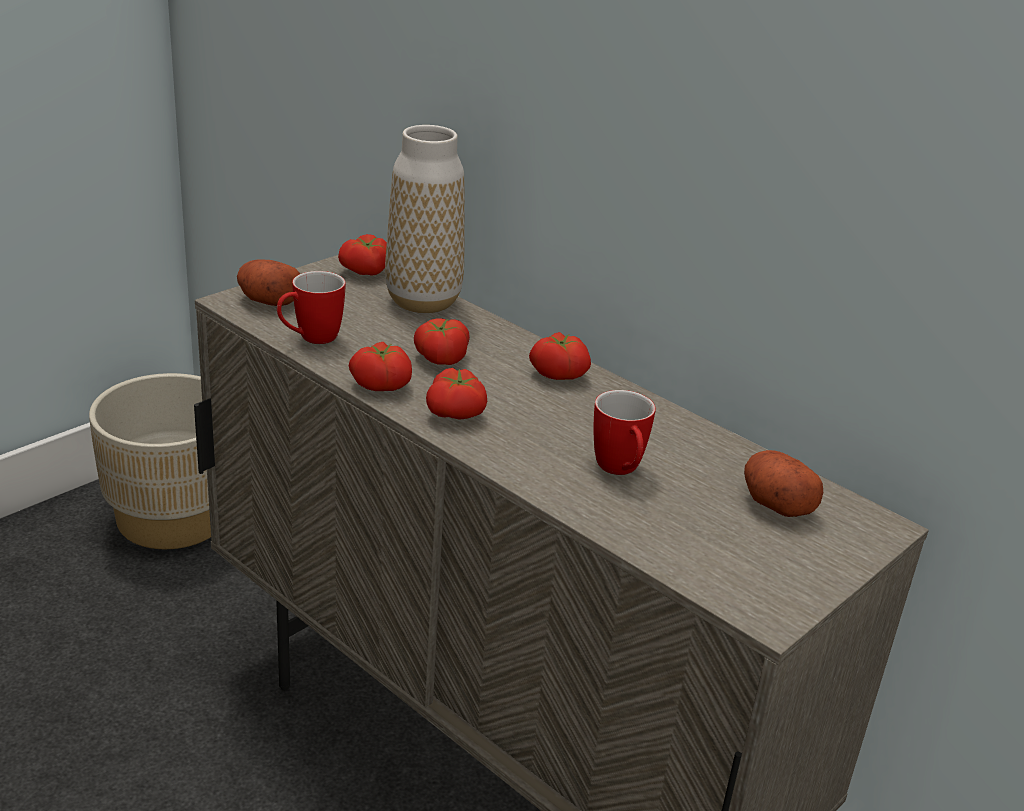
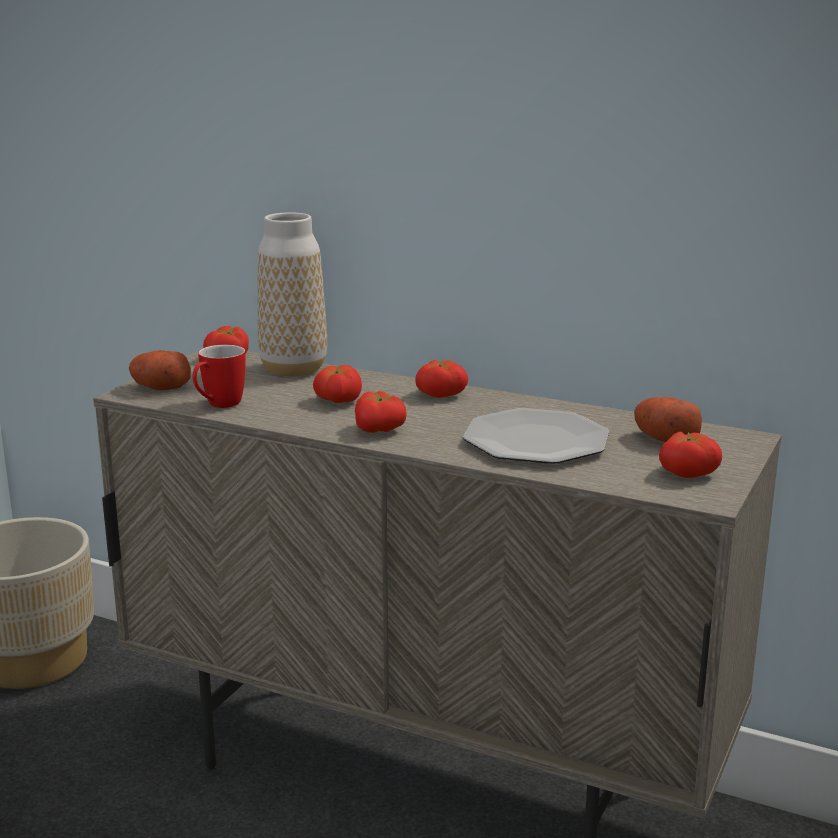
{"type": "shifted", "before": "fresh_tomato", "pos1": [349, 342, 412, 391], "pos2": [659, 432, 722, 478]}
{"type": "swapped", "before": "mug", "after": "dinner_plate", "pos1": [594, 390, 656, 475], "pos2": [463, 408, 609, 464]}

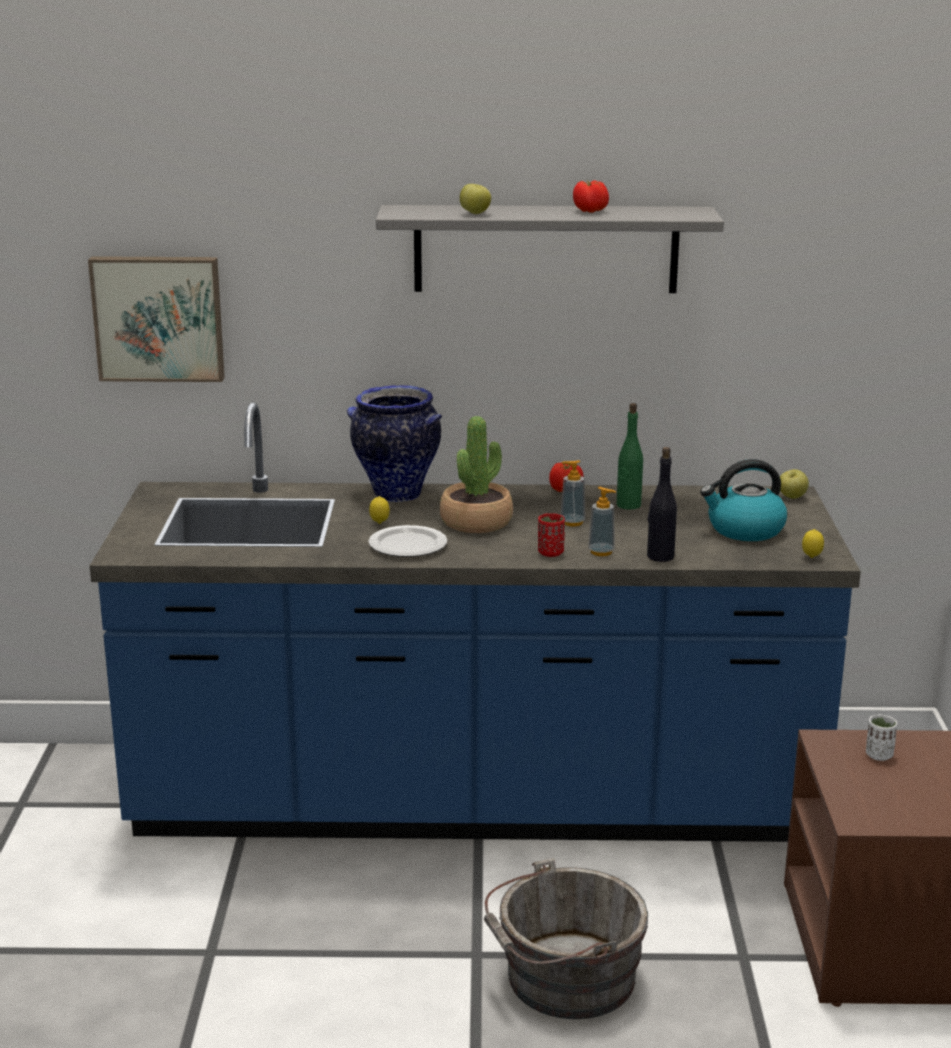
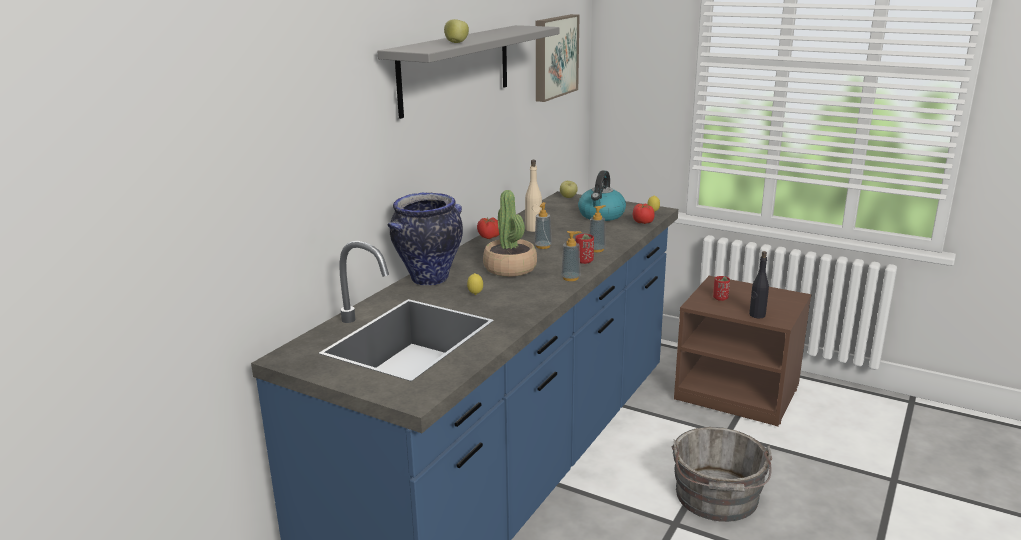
{"type": "shifted", "before": "picture", "pos1": [88, 256, 225, 382], "pos2": [536, 14, 580, 102]}
{"type": "gone", "before": "dinner_plate", "pos1": [368, 525, 447, 557]}
{"type": "shifted", "before": "fresh_tomato", "pos1": [573, 180, 609, 213], "pos2": [633, 204, 655, 224]}
{"type": "repainted", "before": "green-coloured_beverage_bottle", "after": "sand-coloured_beverage_bottle", "pos1": [617, 403, 643, 510], "pos2": [525, 160, 542, 232]}
{"type": "shifted", "before": "blackish_beverage_bottle", "pos1": [647, 447, 677, 562], "pos2": [749, 251, 769, 318]}
{"type": "repainted", "before": "white-coloured_small_cup", "after": "reddish_small_cup", "pos1": [866, 715, 897, 761], "pos2": [713, 276, 730, 301]}
{"type": "new", "after": "liquid_soap_bottle", "pos2": [561, 231, 581, 281]}

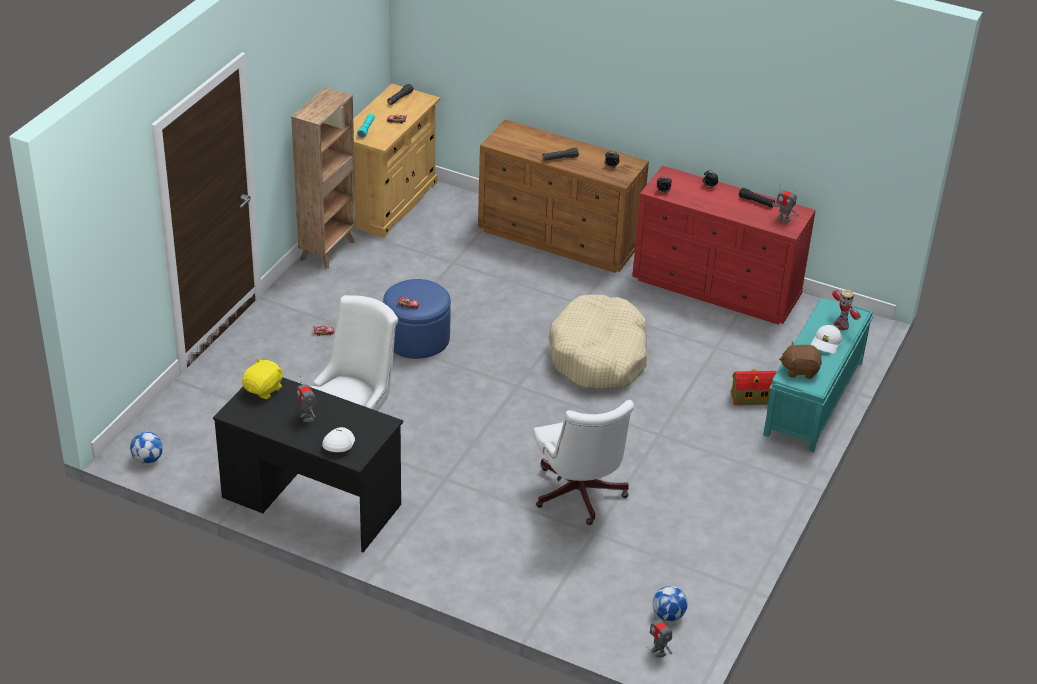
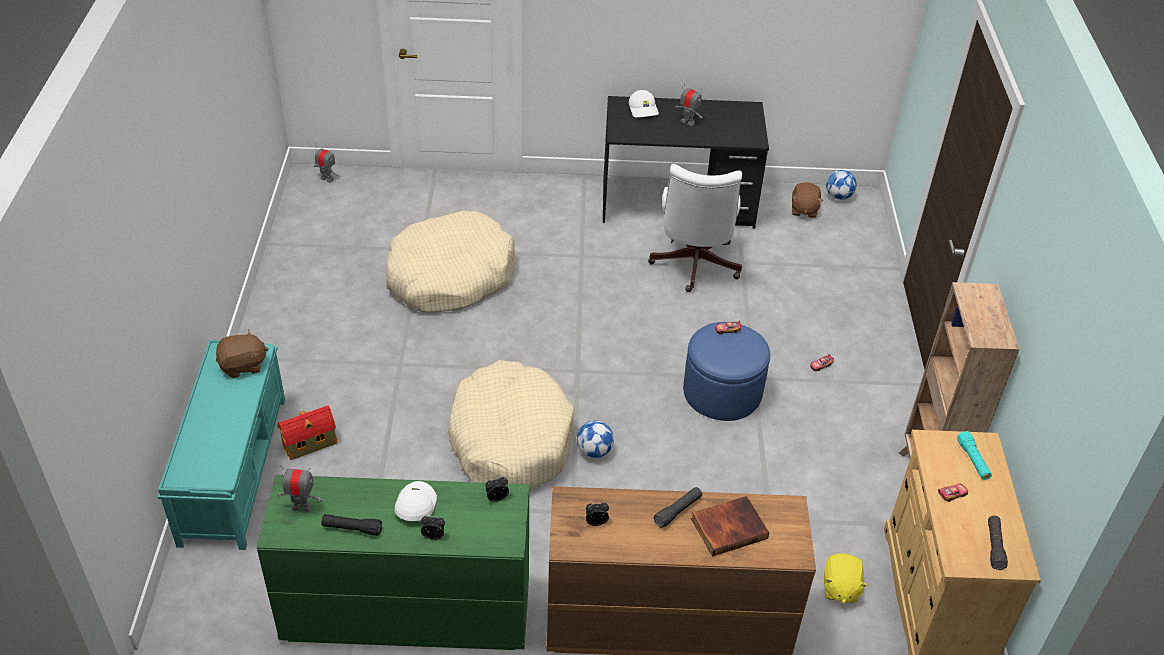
{"type": "shifted", "before": "yellow-coloured_cuddly_toy", "pos1": [242, 358, 283, 399], "pos2": [824, 553, 868, 604]}
{"type": "swapped", "before": "white-coloured_desk_chair", "after": "sand-coloured_dog_bed", "pos1": [533, 400, 634, 525], "pos2": [386, 211, 516, 313]}
{"type": "repainted", "before": "reddish_chest_of_drawers", "after": "green-coloured_chest_of_drawers", "pos1": [632, 165, 816, 324], "pos2": [257, 475, 529, 650]}
{"type": "shifted", "before": "football_ball", "pos1": [653, 586, 688, 621], "pos2": [577, 420, 614, 458]}
{"type": "shifted", "before": "white-coloured_peaked_cap", "pos1": [811, 325, 842, 353], "pos2": [394, 481, 437, 521]}
{"type": "gone", "before": "toy_robot", "pos1": [832, 290, 860, 330]}
{"type": "new", "after": "book", "pos2": [691, 496, 769, 557]}
{"type": "new", "after": "brown_cuddly_toy", "pos2": [792, 182, 823, 218]}

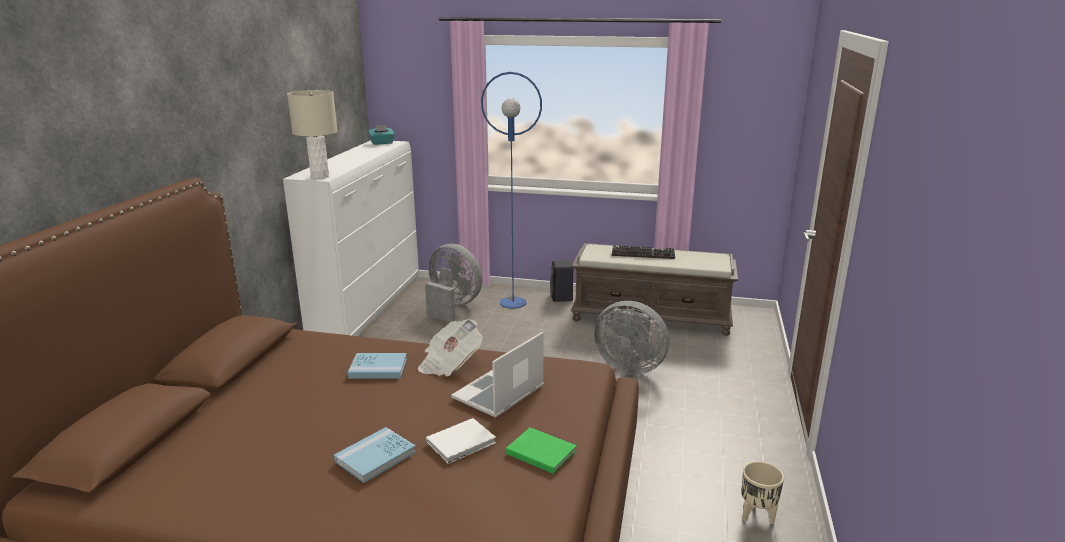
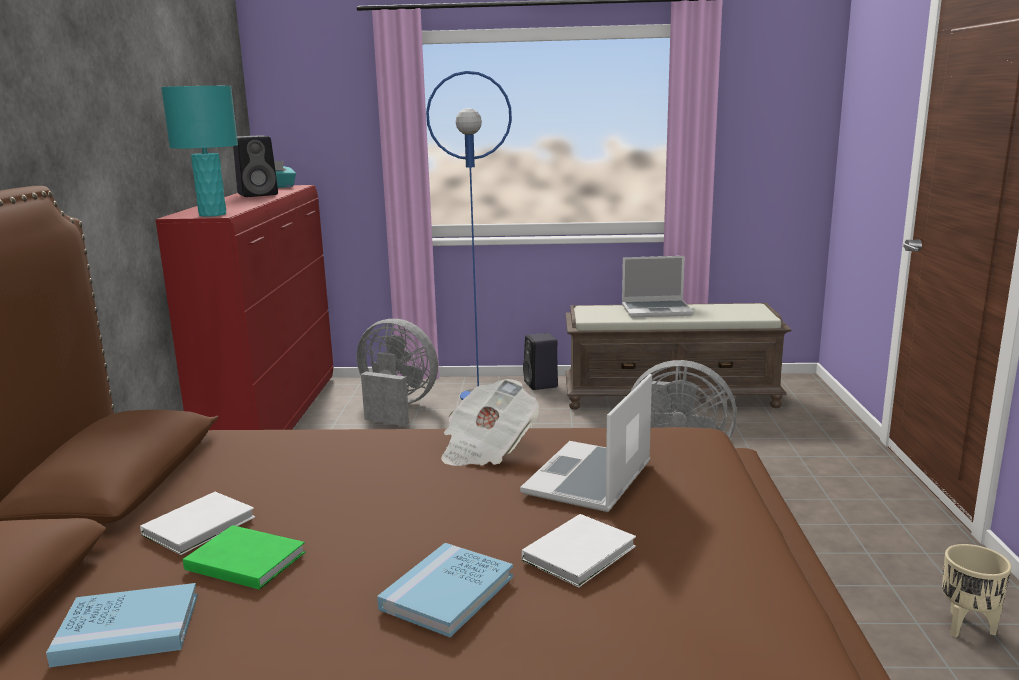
{"type": "repainted", "before": "white-coloured_chest_of_drawers", "after": "reddish_chest_of_drawers", "pos1": [283, 140, 419, 336], "pos2": [155, 185, 333, 430]}
{"type": "repainted", "before": "sand-coloured_lamp_for_a_table", "after": "turquoise_lamp_for_a_table", "pos1": [287, 90, 337, 179], "pos2": [161, 86, 238, 217]}
{"type": "shifted", "before": "blue_book", "pos1": [348, 353, 407, 379], "pos2": [46, 583, 198, 667]}
{"type": "shifted", "before": "green-coloured_book", "pos1": [506, 428, 577, 474], "pos2": [183, 525, 306, 590]}
{"type": "swapped", "before": "PC_keyboard", "after": "notebook_computer", "pos1": [612, 245, 675, 259], "pos2": [622, 256, 694, 318]}
{"type": "new", "after": "white-coloured_book", "pos2": [140, 492, 255, 555]}
{"type": "new", "after": "blackish_speaker", "pos2": [233, 135, 278, 197]}

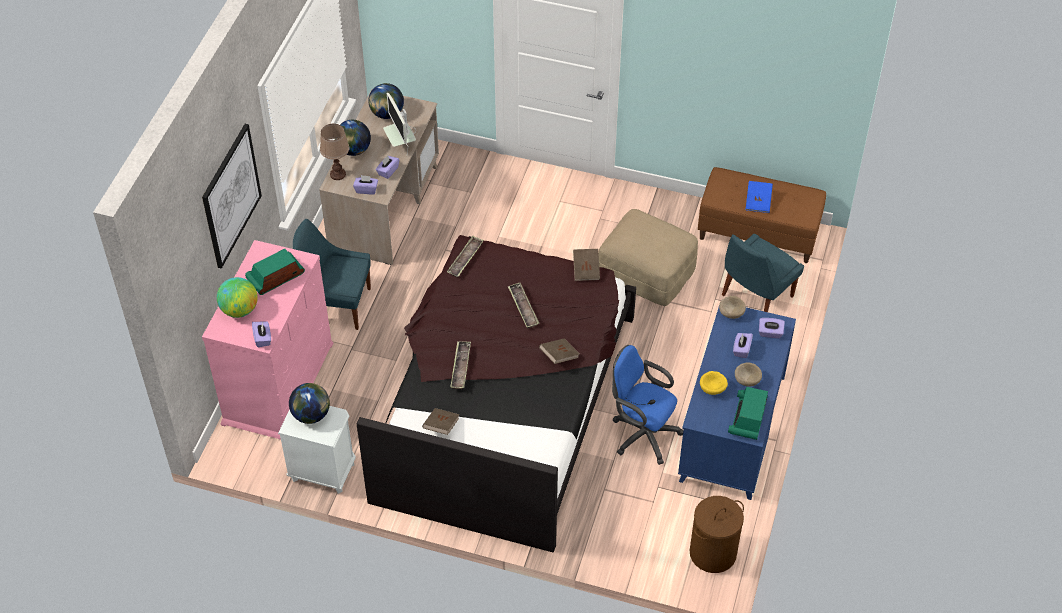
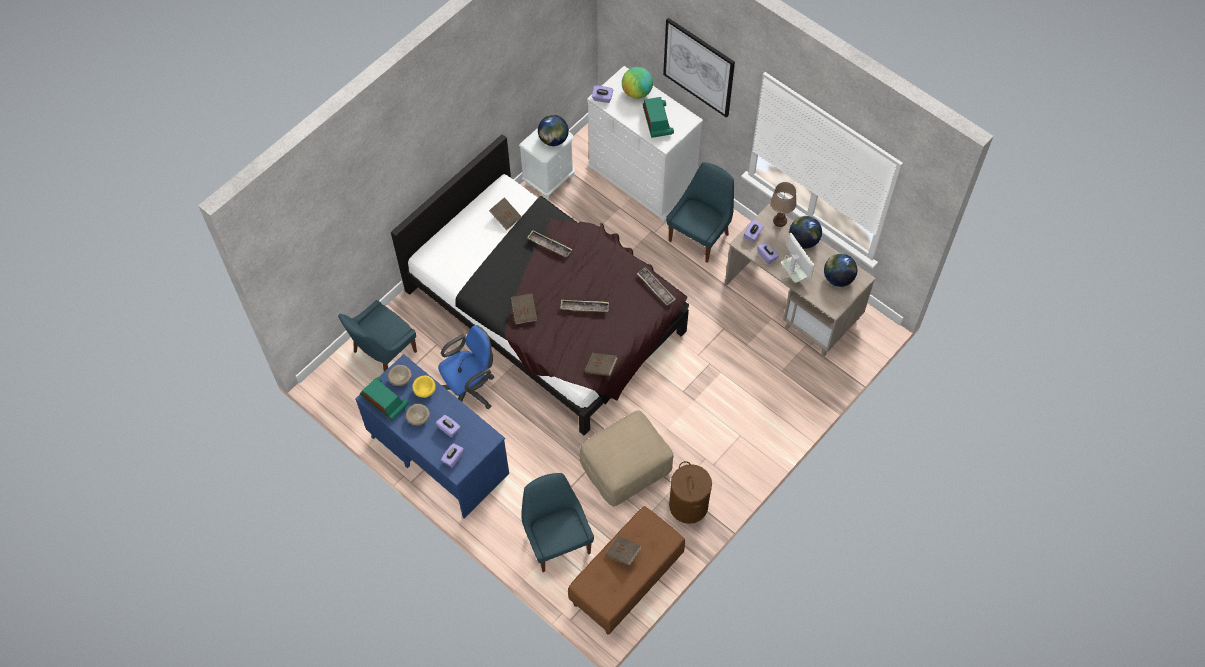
{"type": "repainted", "before": "pinkish_chest_of_drawers", "after": "white-coloured_chest_of_drawers", "pos1": [202, 240, 333, 439], "pos2": [587, 66, 703, 222]}
{"type": "rotated", "before": "monitor", "pos1": [383, 93, 416, 153], "pos2": [781, 233, 815, 283], "turn": 60}
{"type": "shifted", "before": "brown_hamper", "pos1": [690, 496, 744, 573], "pos2": [669, 461, 712, 524]}
{"type": "shifted", "before": "sand-coloured_bowl", "pos1": [719, 296, 746, 319], "pos2": [388, 365, 412, 386]}
{"type": "repainted", "before": "blue_book", "after": "brown_book", "pos1": [746, 181, 773, 213], "pos2": [605, 536, 642, 566]}
{"type": "new", "after": "blue_chair", "pos2": [338, 300, 417, 372]}

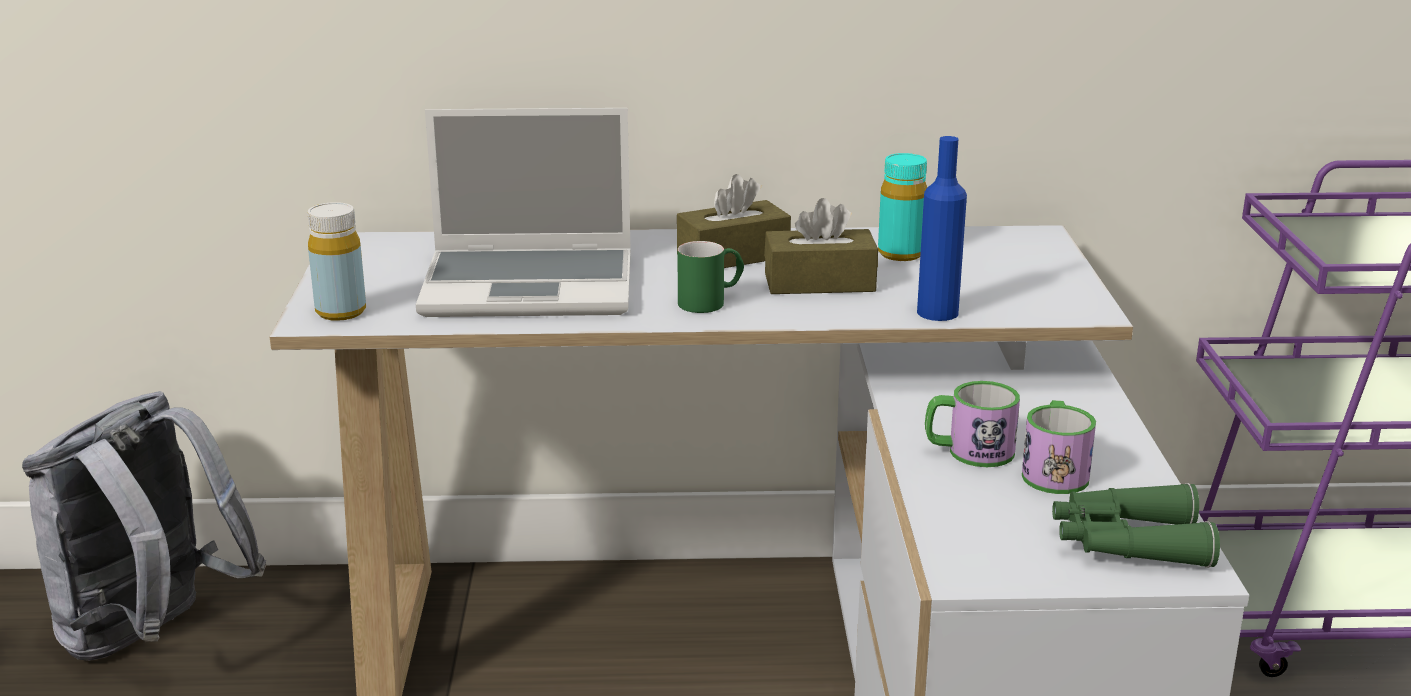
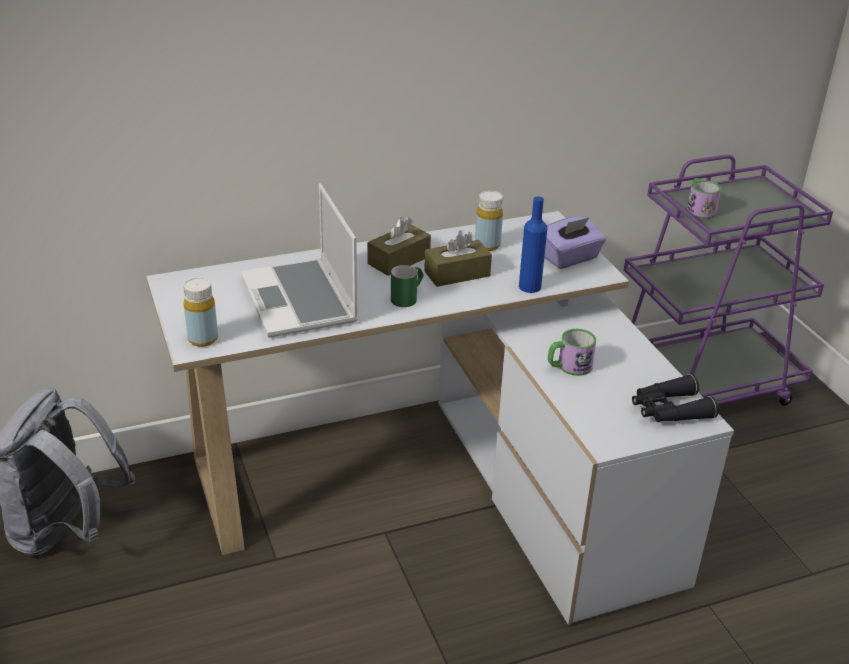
{"type": "rotated", "before": "notebook_computer", "pos1": [416, 108, 631, 317], "pos2": [240, 183, 358, 337], "turn": 90}
{"type": "repainted", "before": "turquoise_beverage_bottle", "after": "yellow-coloured_beverage_bottle", "pos1": [878, 153, 927, 261], "pos2": [475, 191, 503, 251]}
{"type": "shifted", "before": "mug", "pos1": [1022, 400, 1096, 494], "pos2": [687, 178, 721, 219]}
{"type": "repainted", "before": "green-coloured_field_glasses", "after": "blackish_field_glasses", "pos1": [1052, 483, 1220, 568], "pos2": [632, 374, 719, 422]}
{"type": "new", "after": "purple-coloured_tissue_box", "pos2": [544, 216, 606, 269]}

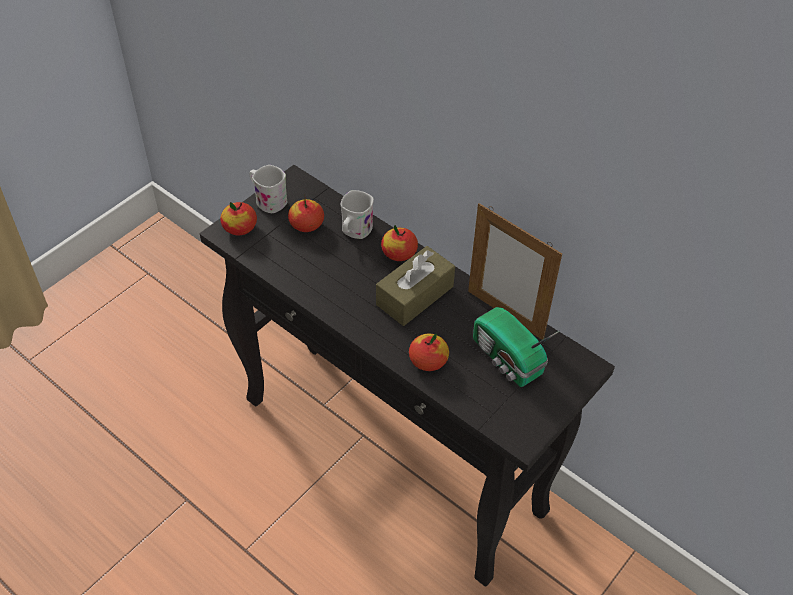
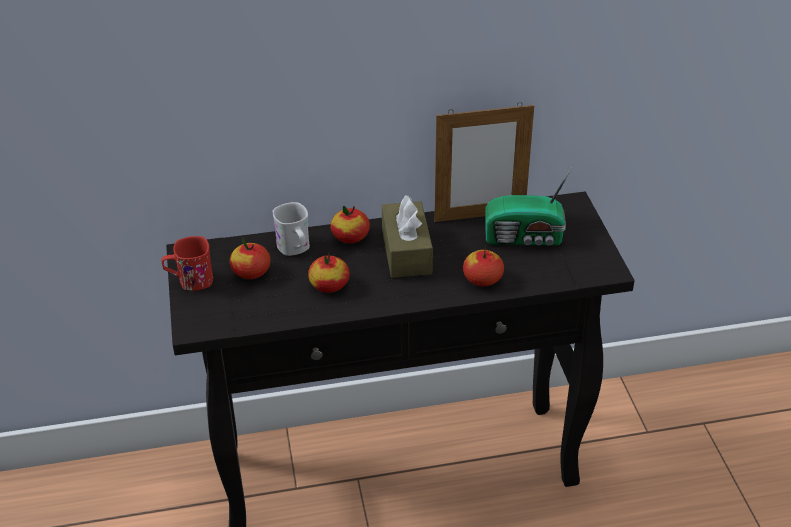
{"type": "shifted", "before": "apple", "pos1": [220, 202, 257, 235], "pos2": [308, 253, 350, 293]}
{"type": "repainted", "before": "white-coloured_mug", "after": "reddish_mug", "pos1": [249, 165, 287, 213], "pos2": [161, 236, 213, 291]}

